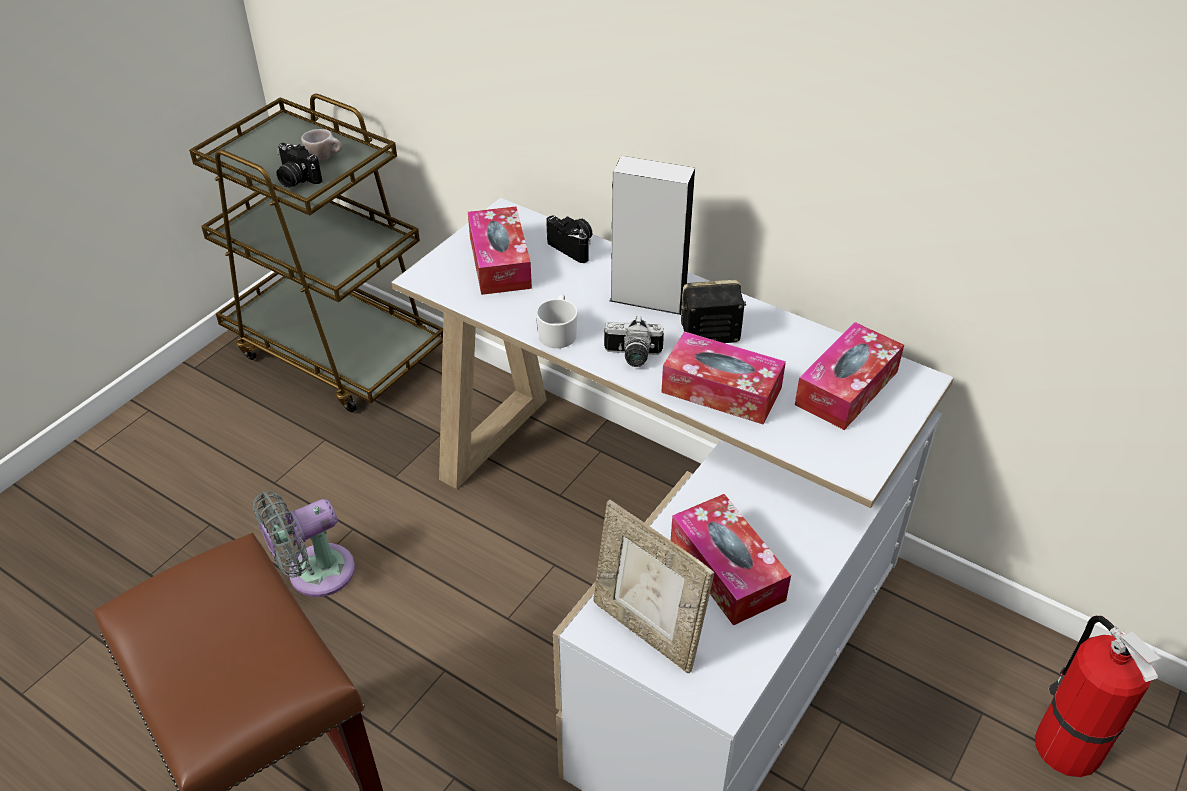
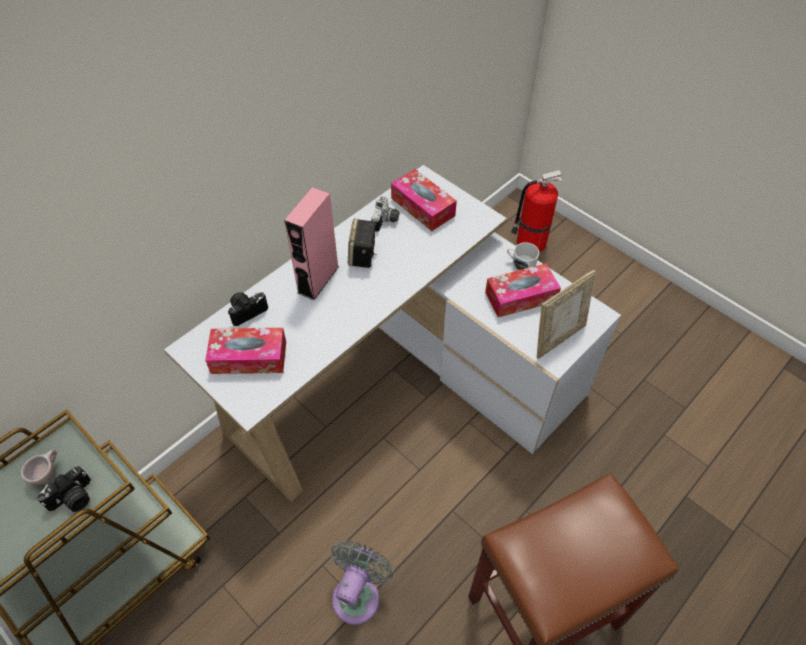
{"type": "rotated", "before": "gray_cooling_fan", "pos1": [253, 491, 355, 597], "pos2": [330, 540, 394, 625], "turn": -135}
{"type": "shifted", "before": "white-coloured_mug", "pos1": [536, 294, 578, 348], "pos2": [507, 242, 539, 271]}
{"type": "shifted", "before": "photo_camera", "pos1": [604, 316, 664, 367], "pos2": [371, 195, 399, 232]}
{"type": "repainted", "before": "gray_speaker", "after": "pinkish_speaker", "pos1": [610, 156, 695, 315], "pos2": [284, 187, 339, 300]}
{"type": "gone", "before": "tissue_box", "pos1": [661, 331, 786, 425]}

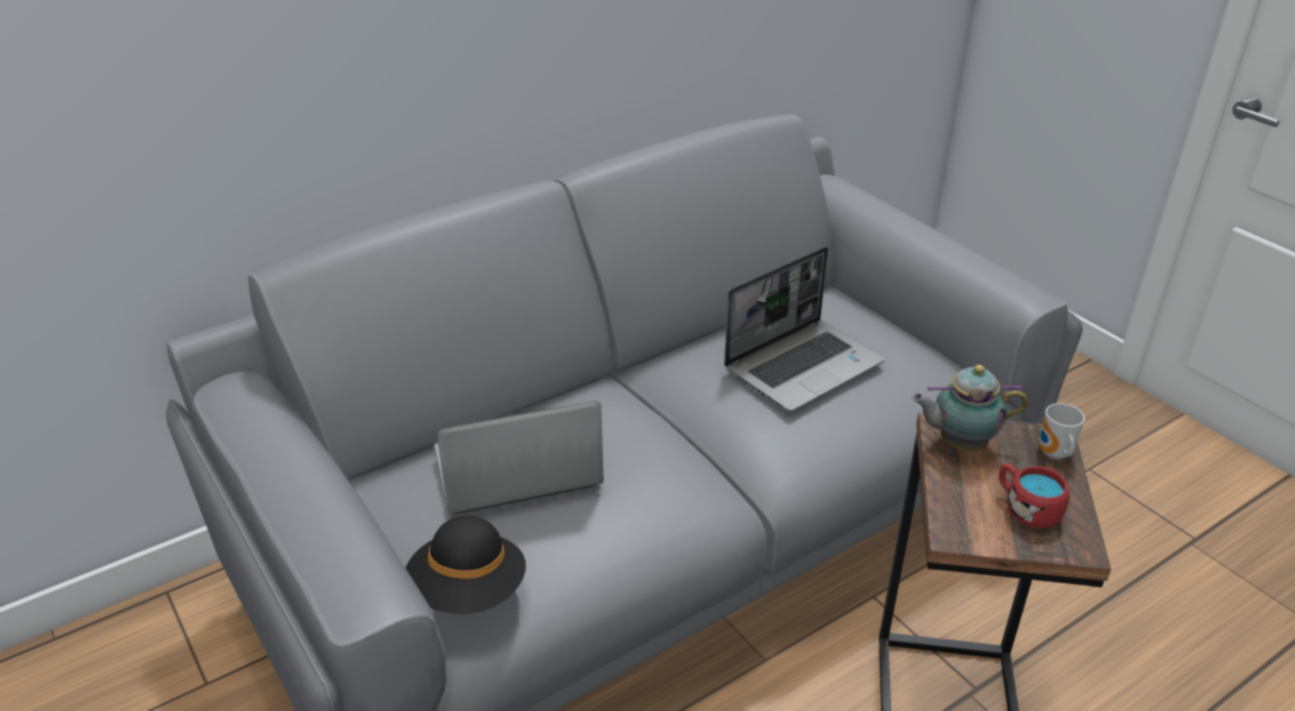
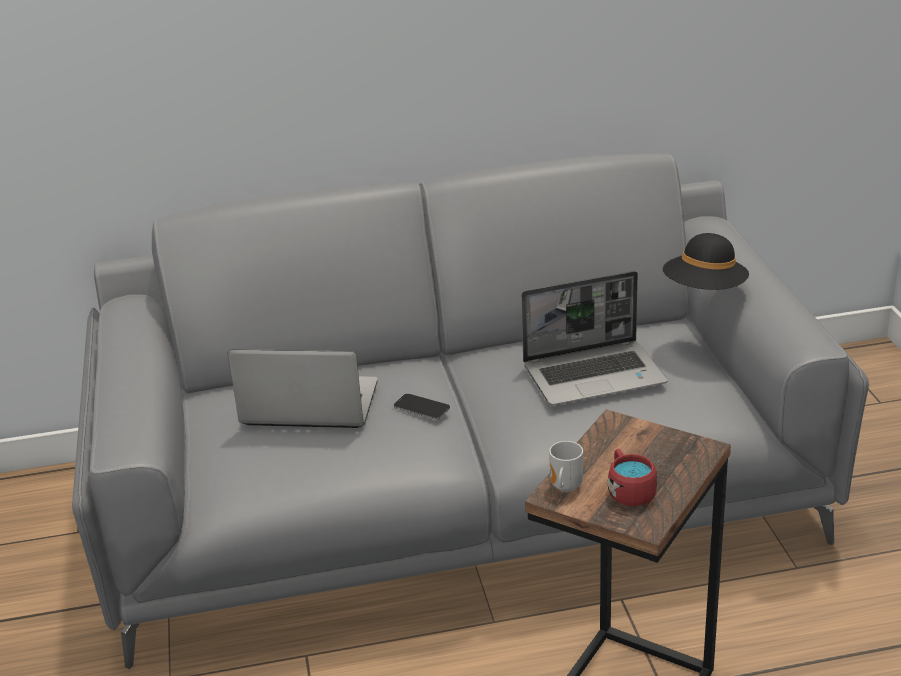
{"type": "shifted", "before": "blackish_hat", "pos1": [406, 516, 526, 614], "pos2": [663, 233, 749, 290]}
{"type": "gone", "before": "teapot", "pos1": [912, 365, 1028, 451]}
{"type": "shifted", "before": "mug", "pos1": [1038, 403, 1085, 459], "pos2": [549, 441, 583, 492]}
{"type": "new", "after": "handset", "pos2": [394, 394, 450, 420]}

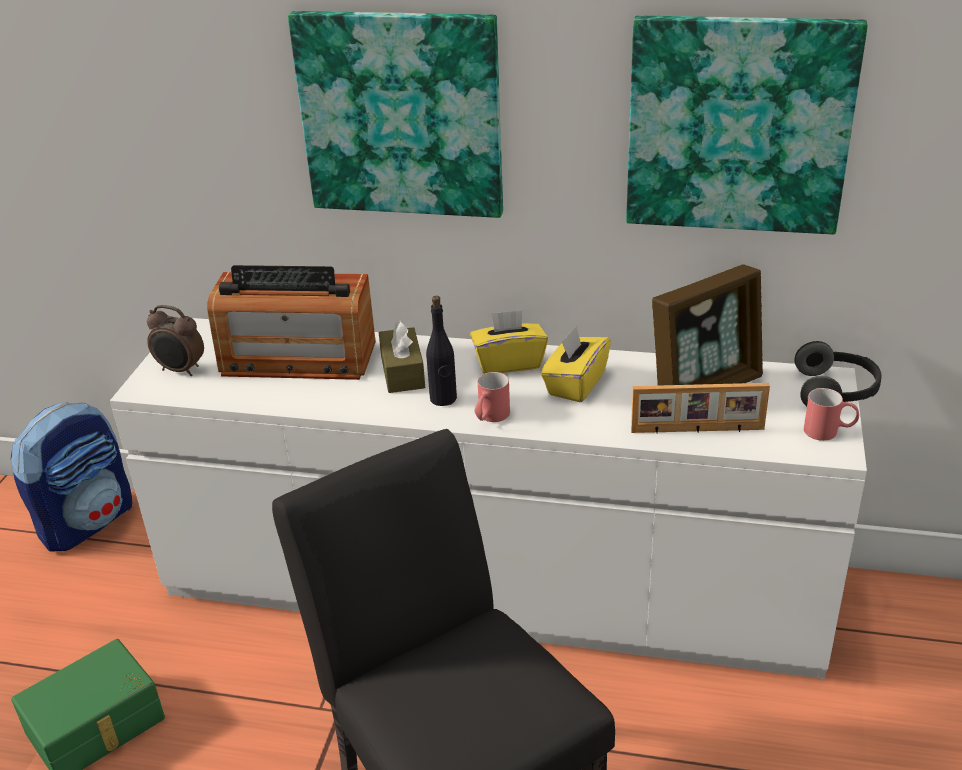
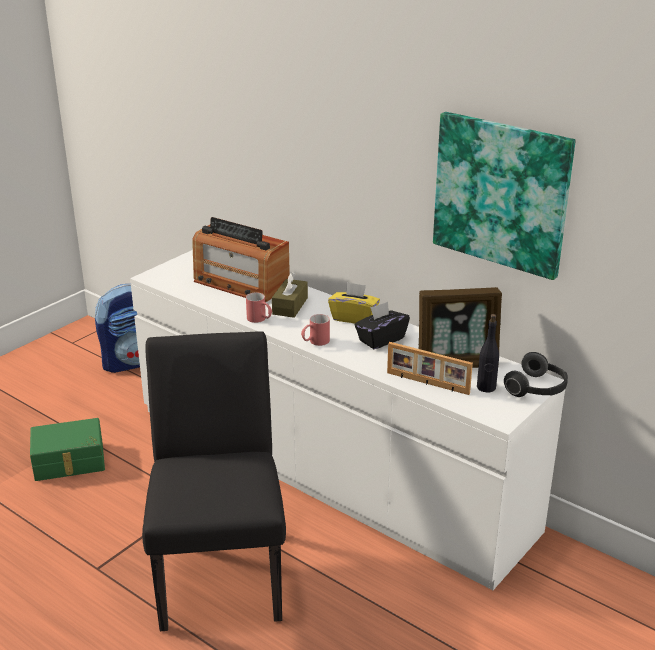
{"type": "gone", "before": "bedside_clock", "pos1": [147, 305, 204, 376]}
{"type": "gone", "before": "picture", "pos1": [288, 11, 503, 218]}
{"type": "shifted", "before": "blackish_beverage_bottle", "pos1": [426, 296, 457, 406], "pos2": [477, 314, 499, 392]}
{"type": "repainted", "before": "yellow-coloured_tissue_box", "after": "blackish_tissue_box", "pos1": [541, 326, 611, 402], "pos2": [354, 302, 410, 349]}
{"type": "shifted", "before": "reddish_mug", "pos1": [804, 388, 859, 441], "pos2": [246, 292, 272, 323]}

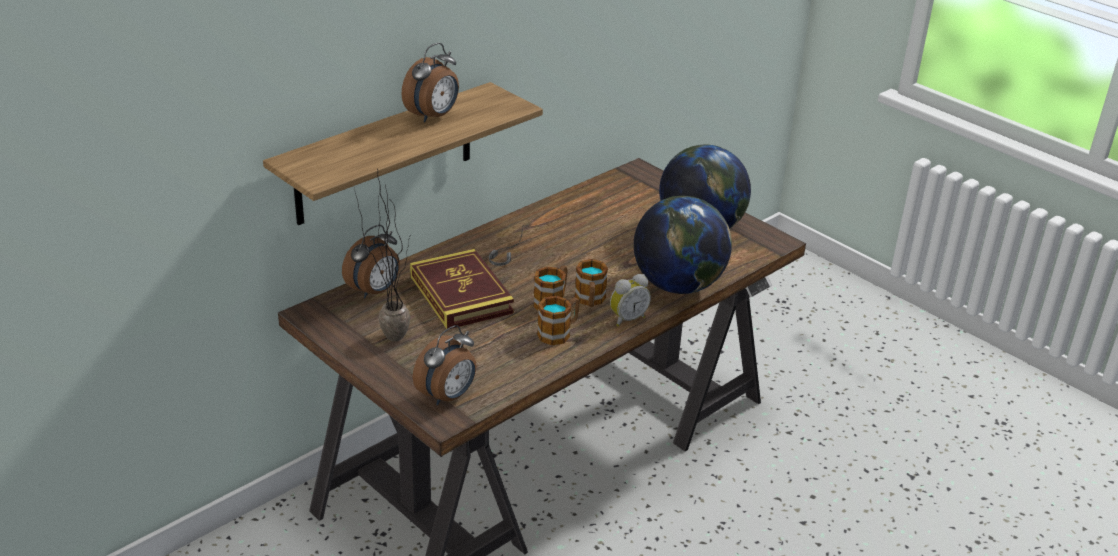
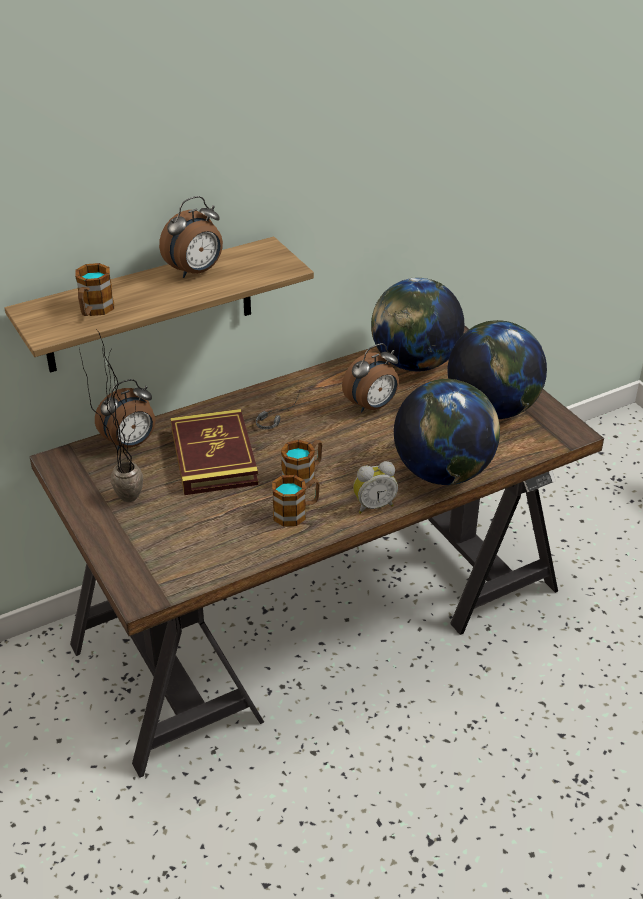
{"type": "shifted", "before": "bedside_clock", "pos1": [413, 325, 477, 406], "pos2": [342, 343, 399, 413]}
{"type": "shifted", "before": "mug", "pos1": [574, 259, 608, 307], "pos2": [75, 263, 114, 316]}
{"type": "new", "after": "world_globe", "pos2": [371, 278, 464, 372]}

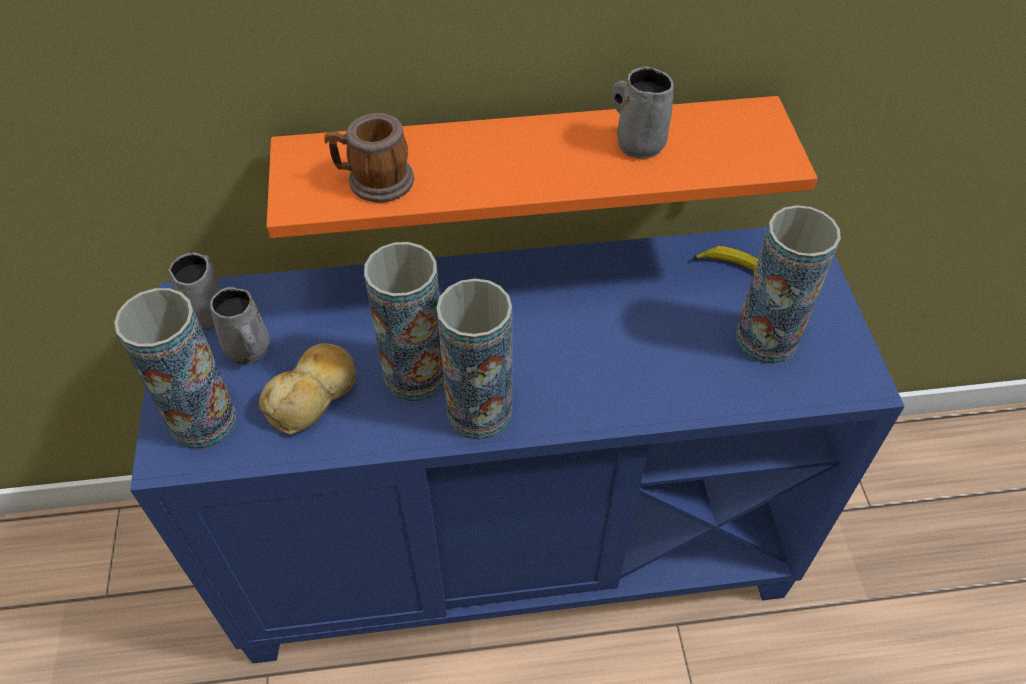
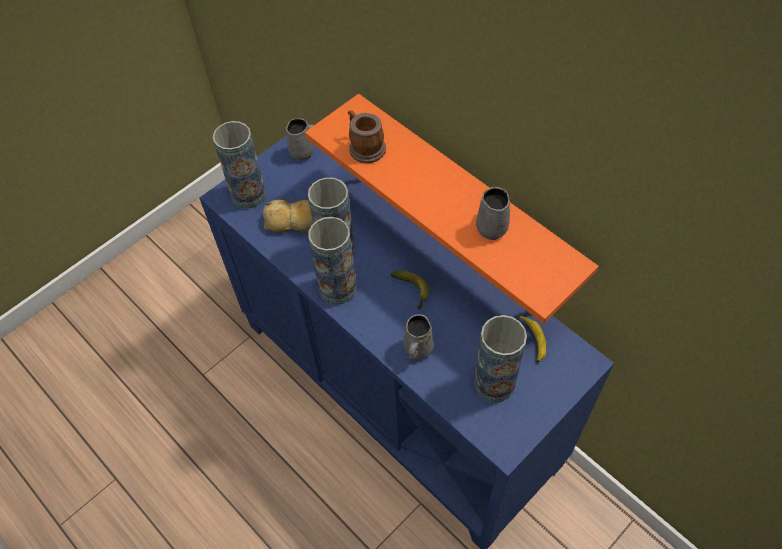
{"type": "shifted", "before": "gray_mug", "pos1": [210, 287, 270, 364], "pos2": [403, 314, 433, 359]}
{"type": "new", "after": "whole_banana", "pos2": [391, 271, 430, 310]}

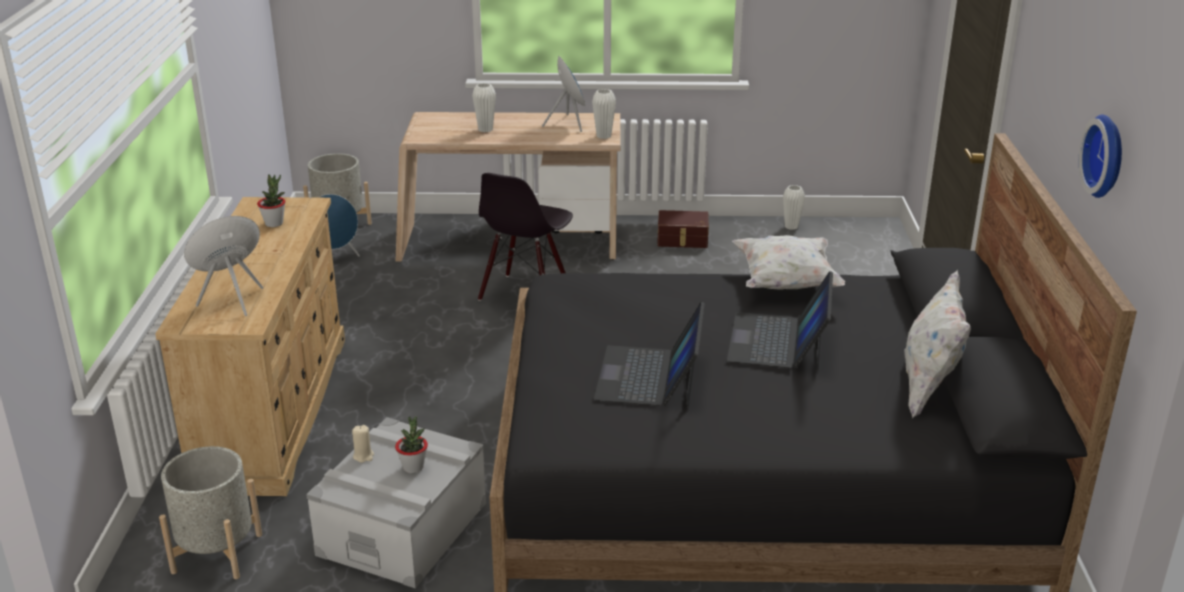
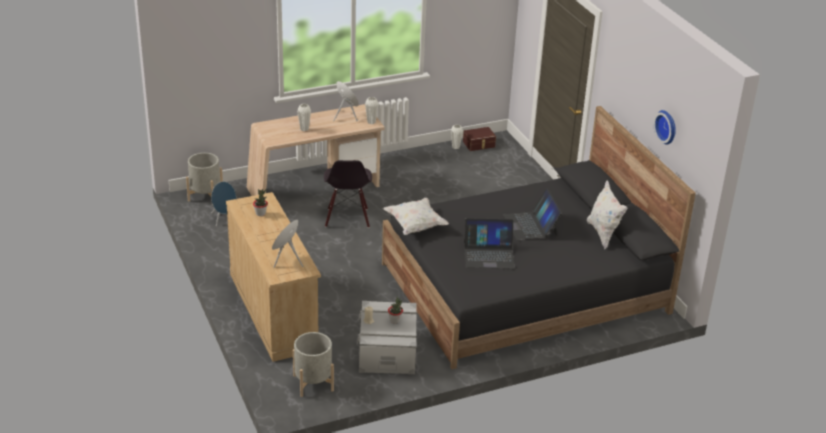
{"type": "rotated", "before": "notebook_computer", "pos1": [593, 301, 705, 408], "pos2": [464, 218, 515, 269], "turn": -75}
{"type": "shifted", "before": "brown_storage_container", "pos1": [657, 210, 709, 248], "pos2": [463, 127, 496, 151]}
{"type": "shifted", "before": "white-coloured_throw_pillow", "pos1": [732, 235, 845, 290], "pos2": [383, 198, 449, 235]}

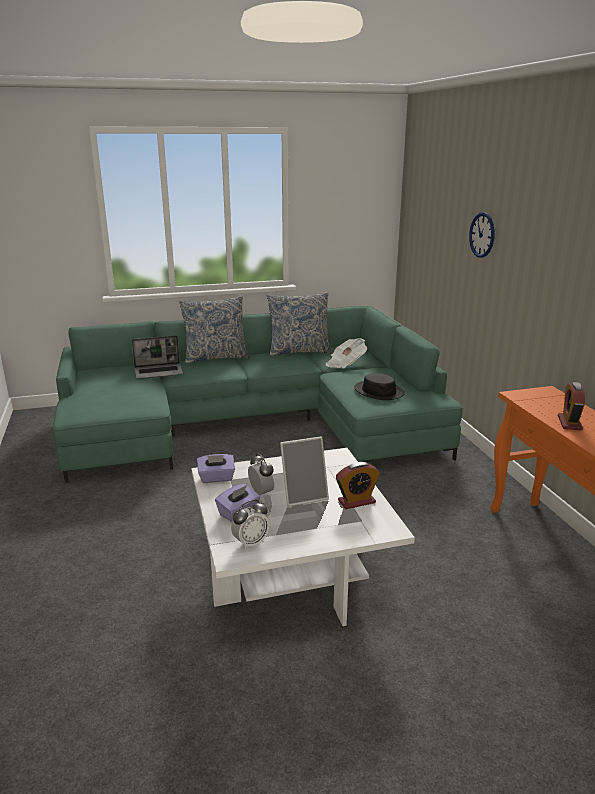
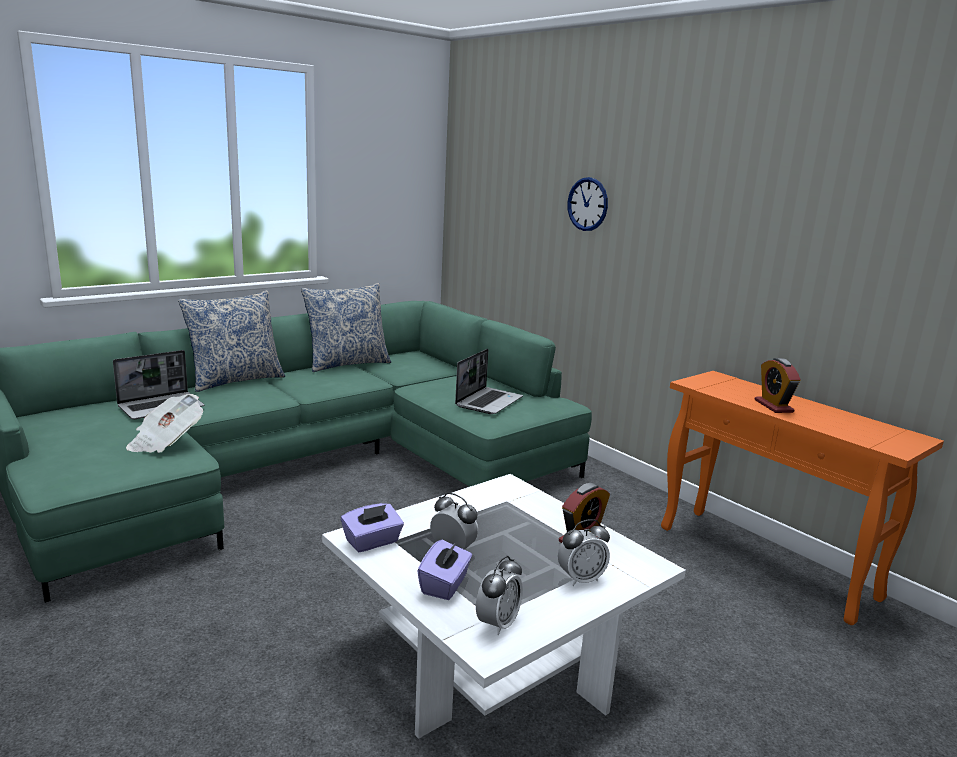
{"type": "gone", "before": "picture_frame", "pos1": [280, 436, 329, 507]}
{"type": "shifted", "before": "printed_paper", "pos1": [326, 338, 367, 369], "pos2": [126, 394, 203, 453]}
{"type": "swapped", "before": "blackish_hat", "after": "notebook_computer", "pos1": [354, 373, 405, 400], "pos2": [455, 349, 523, 414]}
{"type": "new", "after": "bedside_clock", "pos2": [558, 519, 610, 586]}

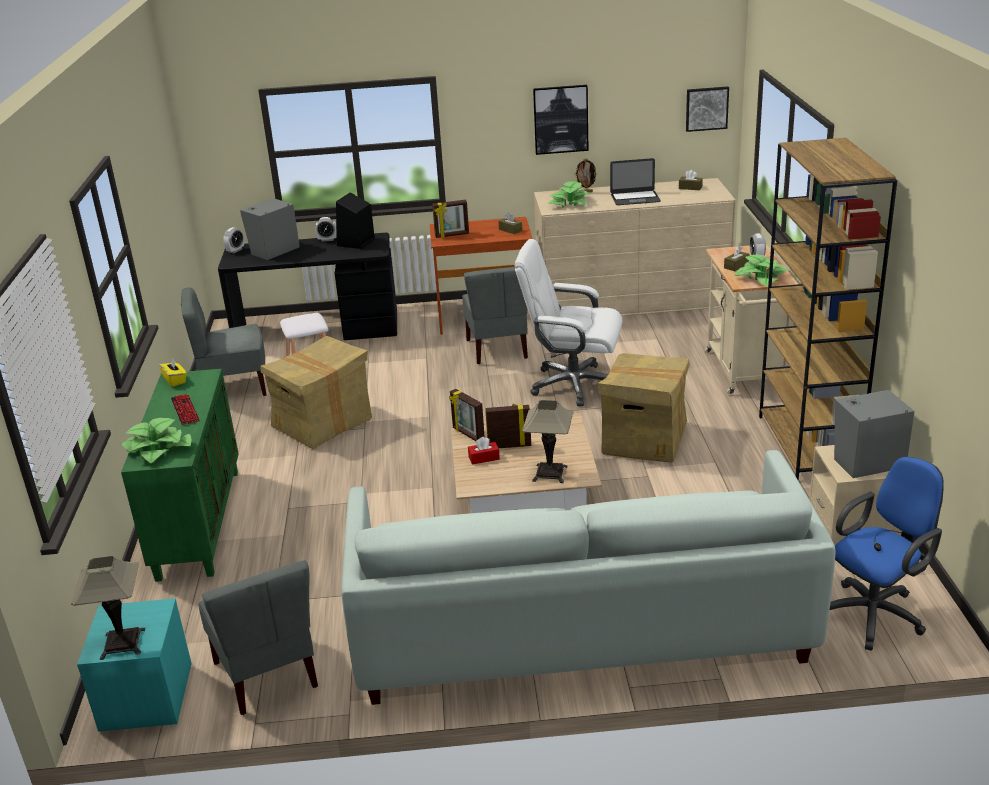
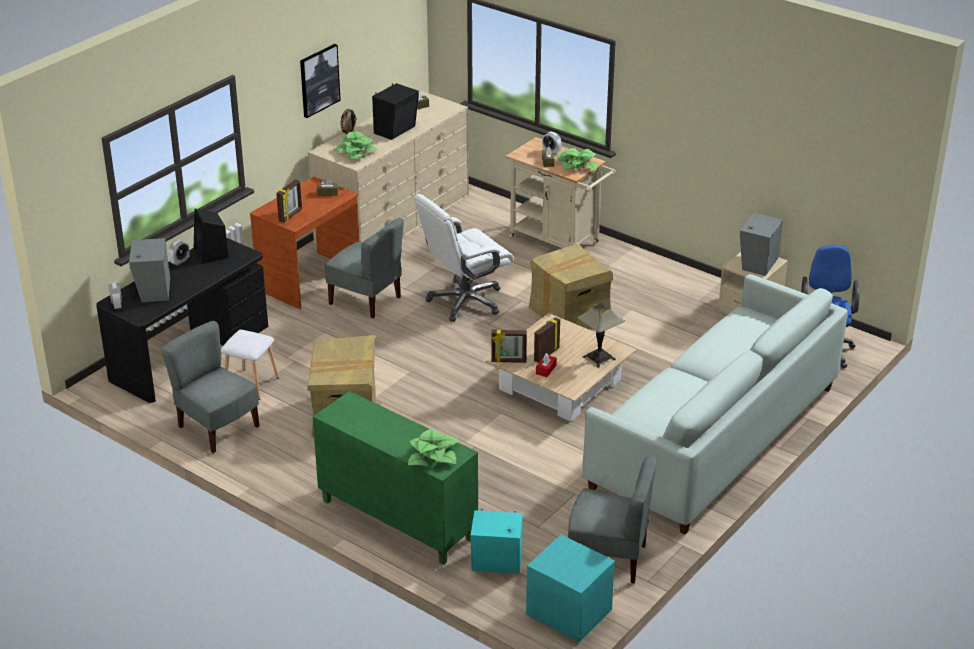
{"type": "gone", "before": "lamp_for_a_table", "pos1": [71, 556, 145, 660]}
{"type": "gone", "before": "yellow-coloured_tissue_box", "pos1": [159, 358, 186, 387]}
{"type": "gone", "before": "PC_keyboard", "pos1": [171, 394, 200, 425]}
{"type": "rotated", "before": "gray_chair", "pos1": [181, 287, 266, 396], "pos2": [161, 321, 259, 453], "turn": 105}
{"type": "swapped", "before": "notebook_computer", "after": "blackish_speaker", "pos1": [610, 158, 661, 205], "pos2": [372, 83, 419, 140]}
{"type": "gone", "before": "picture", "pos1": [686, 86, 729, 132]}
{"type": "gone", "before": "brown_bookcase", "pos1": [759, 138, 898, 481]}
{"type": "new", "after": "turquoise_speaker", "pos2": [470, 509, 523, 574]}

